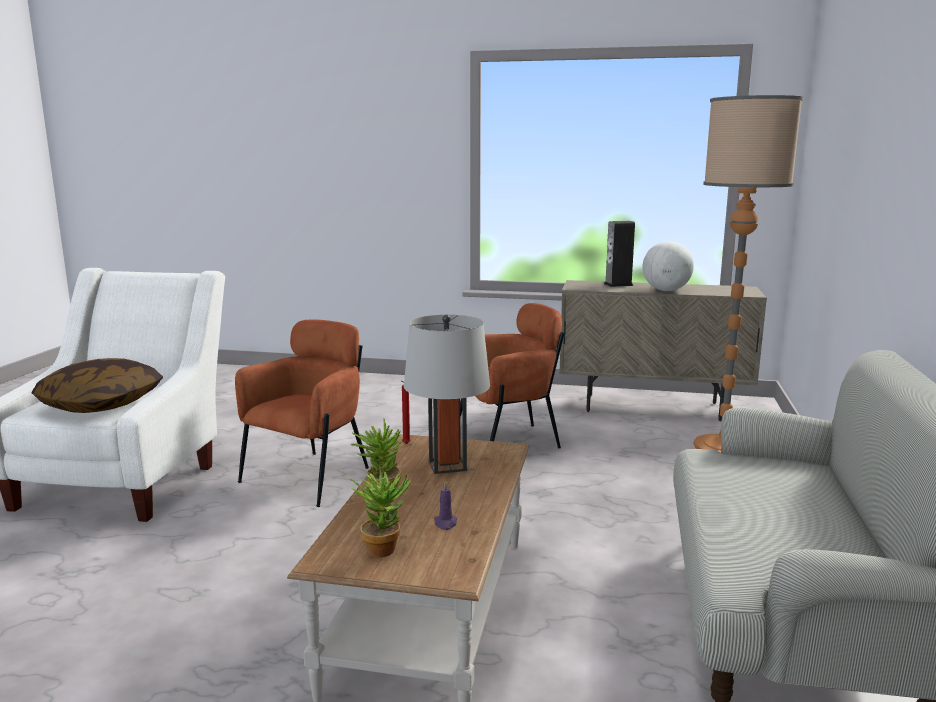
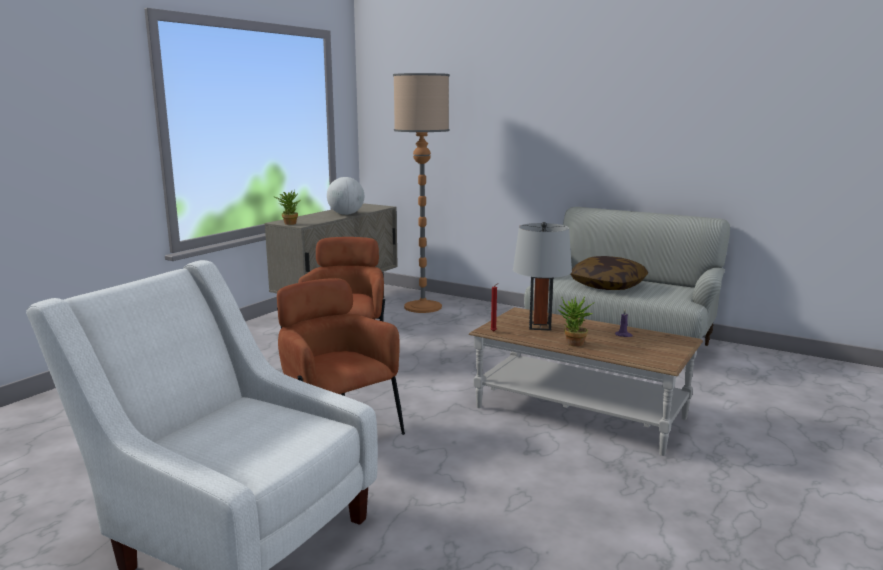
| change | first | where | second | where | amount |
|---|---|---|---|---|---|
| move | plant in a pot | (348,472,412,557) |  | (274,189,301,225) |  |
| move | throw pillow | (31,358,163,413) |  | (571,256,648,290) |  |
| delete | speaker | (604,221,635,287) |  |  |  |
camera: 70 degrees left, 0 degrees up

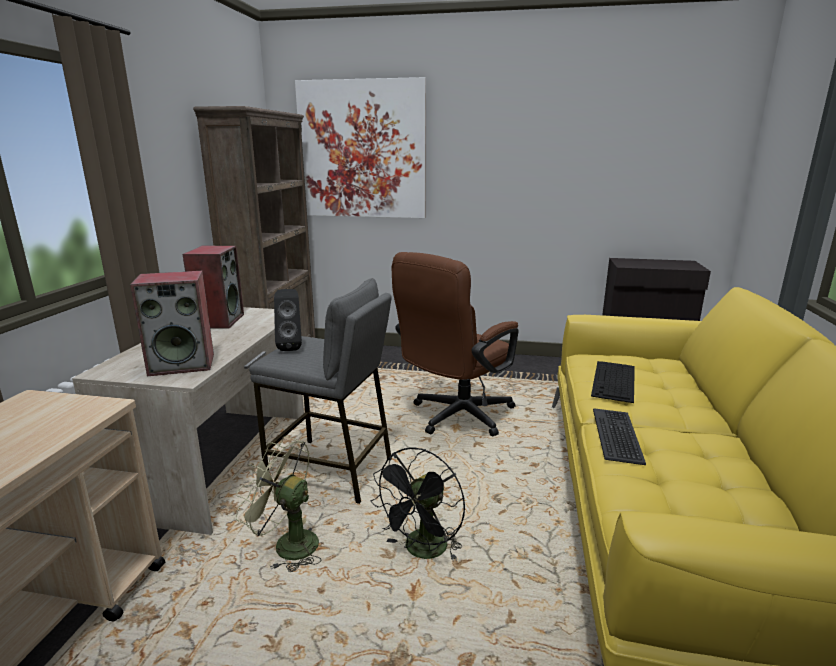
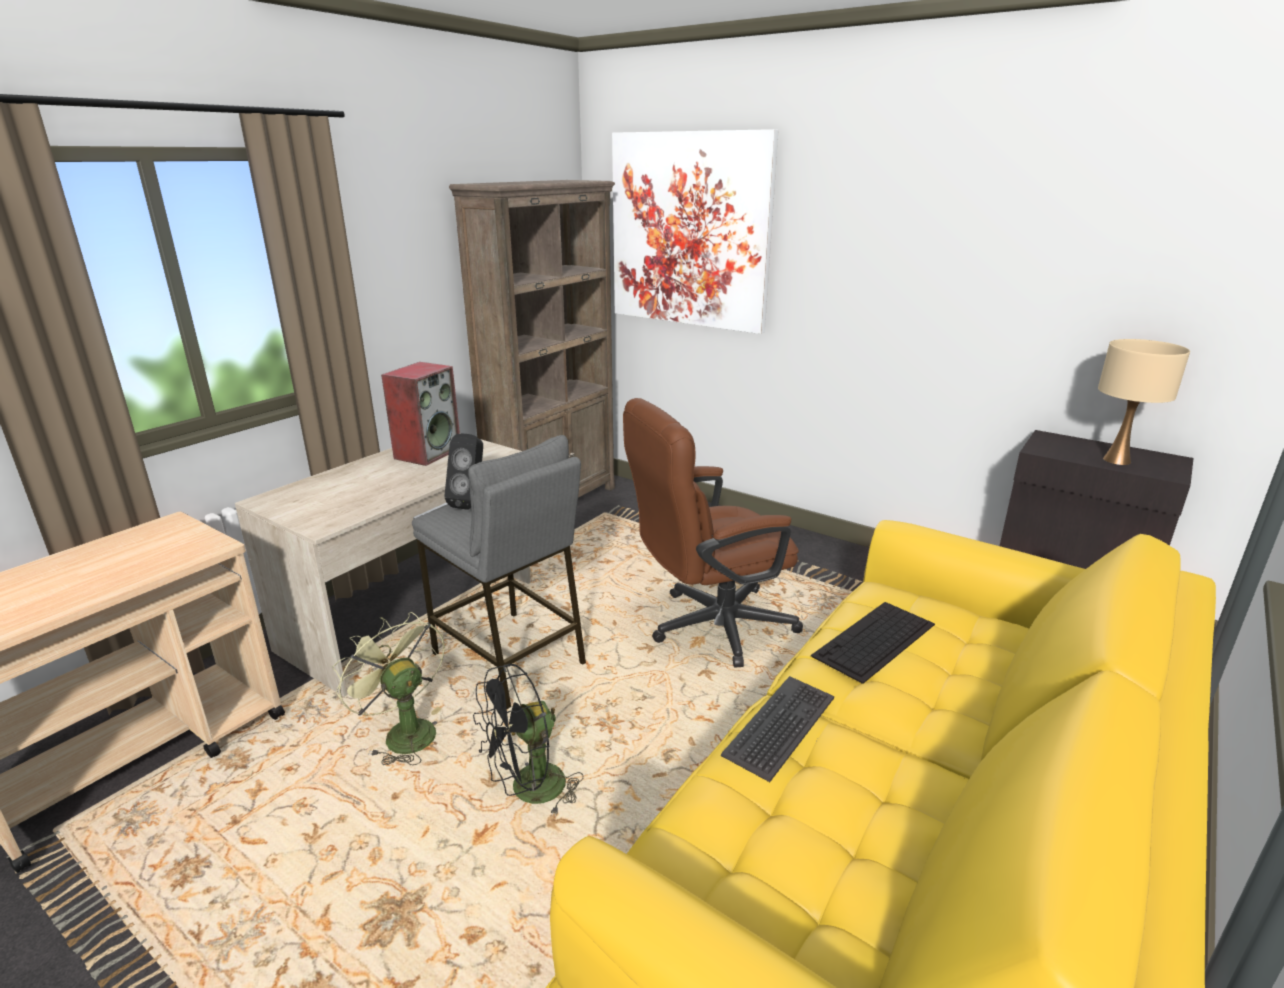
| change | first | where | second | where | amount |
|---|---|---|---|---|---|
| insert |  |  | beige tabletop lamp | (1098,339,1190,465) |  |
| delete | speaker | (130,271,214,377) |  |  |  |
camera: 25 degrees right, 5 degrees up

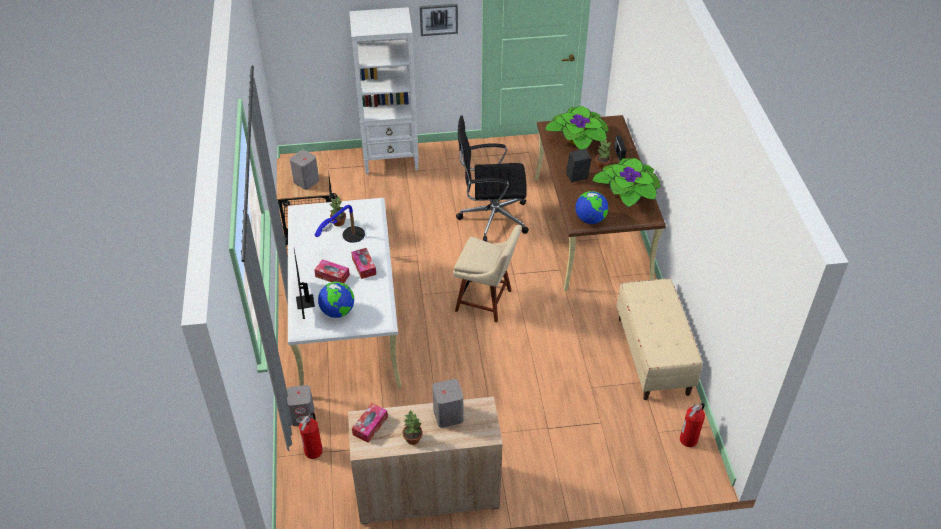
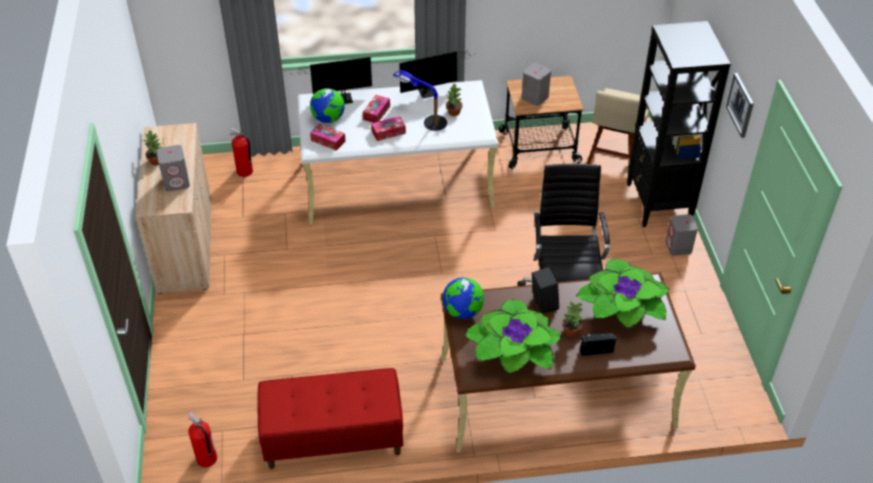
| change | first | where | second | where | amount |
|---|---|---|---|---|---|
| recolor | beige indoor bench | (617,279,702,400) | red-coloured indoor bench | (257,368,403,469) |  |
| move | tissue holder | (352,403,388,443) |  | (310,124,346,151) |  |
| insert |  |  | computer display | (399,51,474,99) |  |
| move | beige upright chair | (453,225,522,322) |  | (587,88,649,164) |  |
| recolor | whitish bookcase | (349,7,419,175) | black bookcase | (627,21,731,227) |  |
| move | grey speaker | (287,385,314,426) |  | (666,214,698,256) |  |
camera: 90 degrees right, 0 degrees up

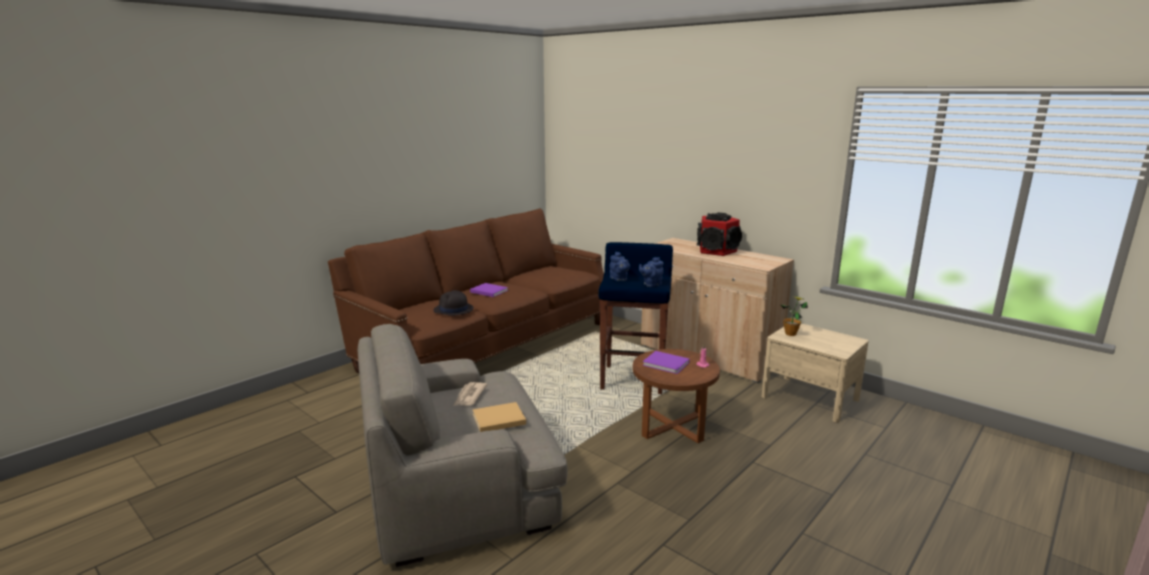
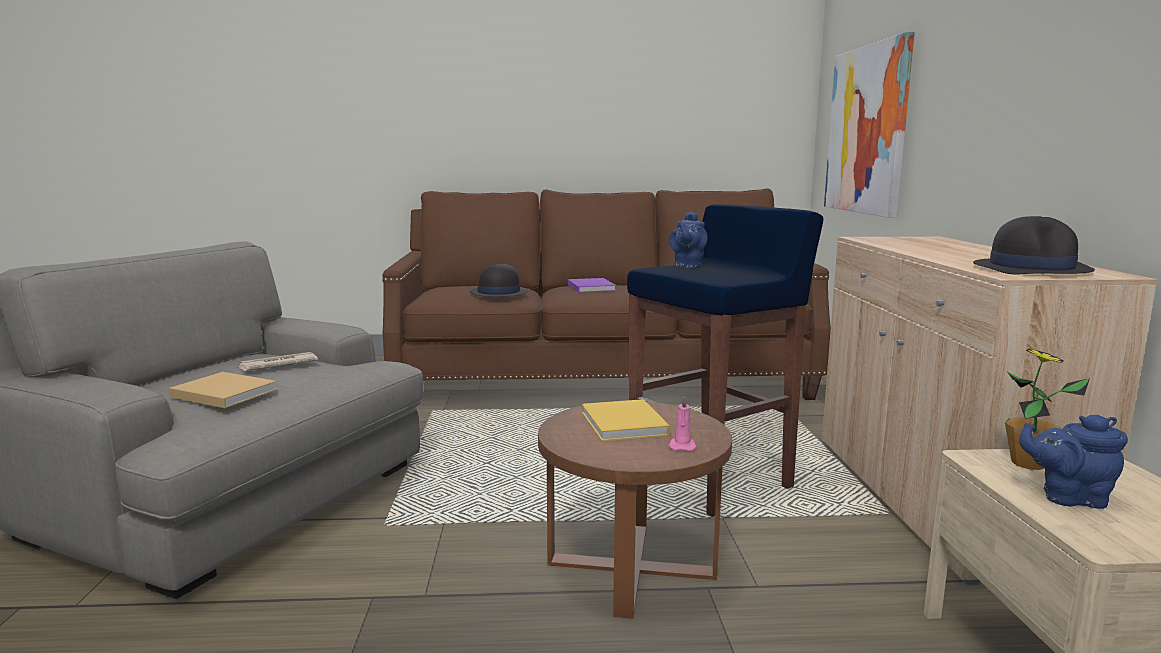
| change | first | where | second | where | amount |
|---|---|---|---|---|---|
| recolor | purple volume | (642,351,689,374) | yellow volume | (582,399,670,441) |  |
| insert |  |  | picture | (824,32,915,218) |  |
| insert |  |  | black clothing hat | (973,216,1095,275) |  |
| move | bluish pot for tea | (639,257,664,287) |  | (1019,415,1128,509) |  |
| delete | speaker | (697,213,742,256) |  |  |  |
camera: 45 degrees right, 5 degrees down

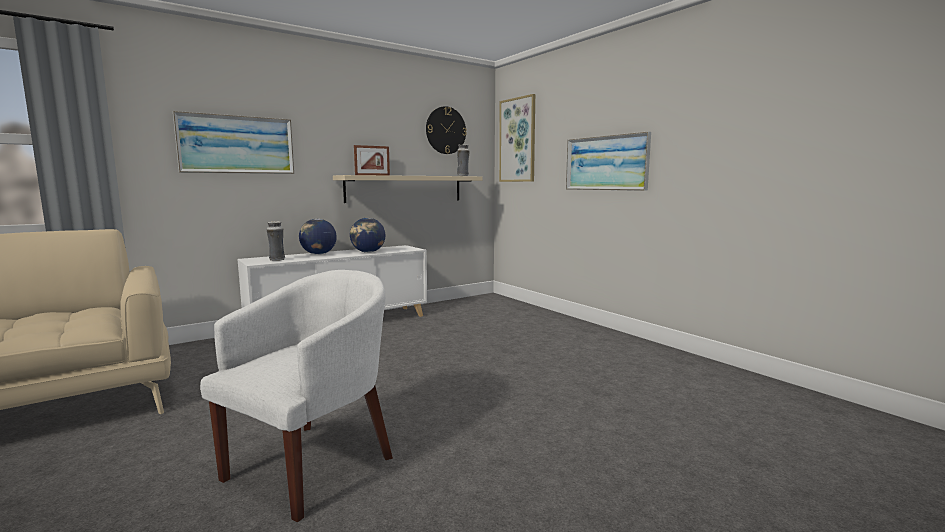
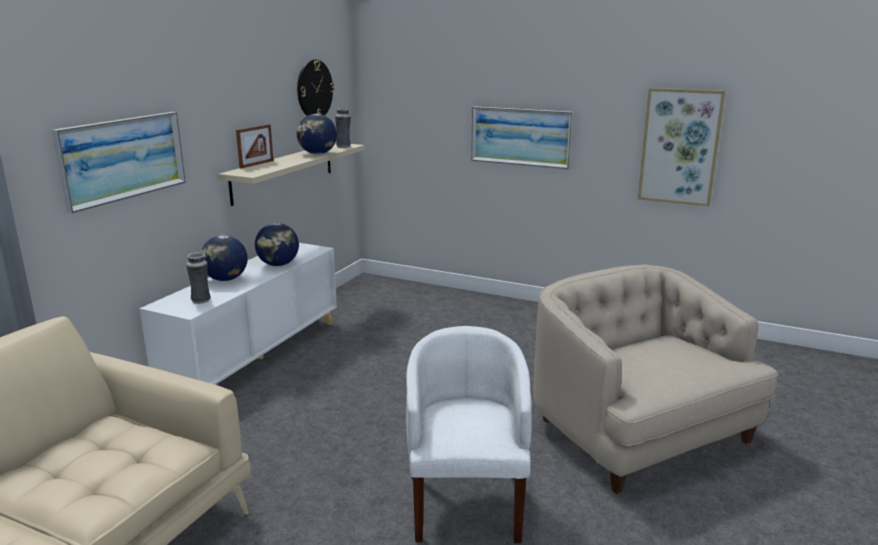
| change | first | where | second | where | amount |
|---|---|---|---|---|---|
| insert |  |  | world globe | (297,114,337,154) |  |
| insert |  |  | beige easy chair | (533,264,778,494) |  |
| move | picture | (499,94,535,182) |  | (638,88,725,206) |  |
camera: 30 degrees left, 10 degrees up

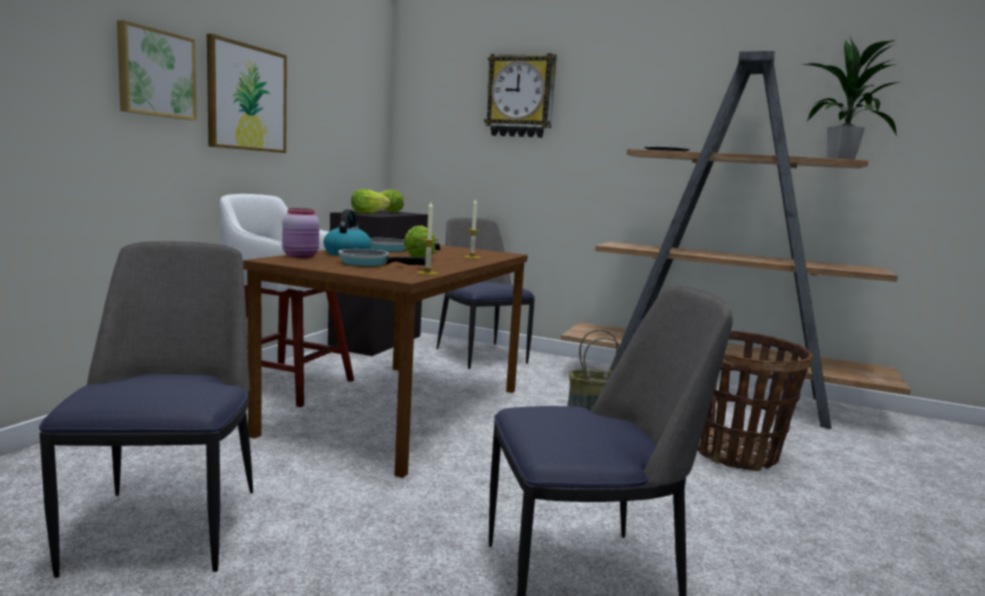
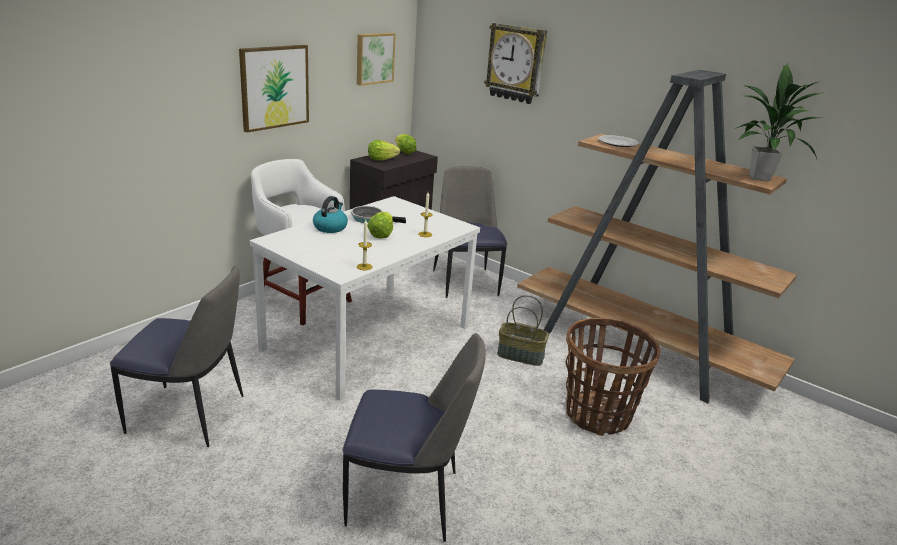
| change | first | where | second | where | amount |
|---|---|---|---|---|---|
| rotate | upright chair | (39,241,253,578) |  | (110,265,243,447) | 90 degrees clockwise |
| recolor | brown kitchen table | (243,245,528,478) | whitish kitchen table | (250,196,480,401) |  |
| move | picture | (117,20,197,120) |  | (357,33,396,86) |  |
| delete | pink-coloured preserve jar | (282,208,319,258) |  |  |  |
| delete | pan | (338,249,426,266) |  |  |  |
camera: 15 degrees right, 15 degrees up

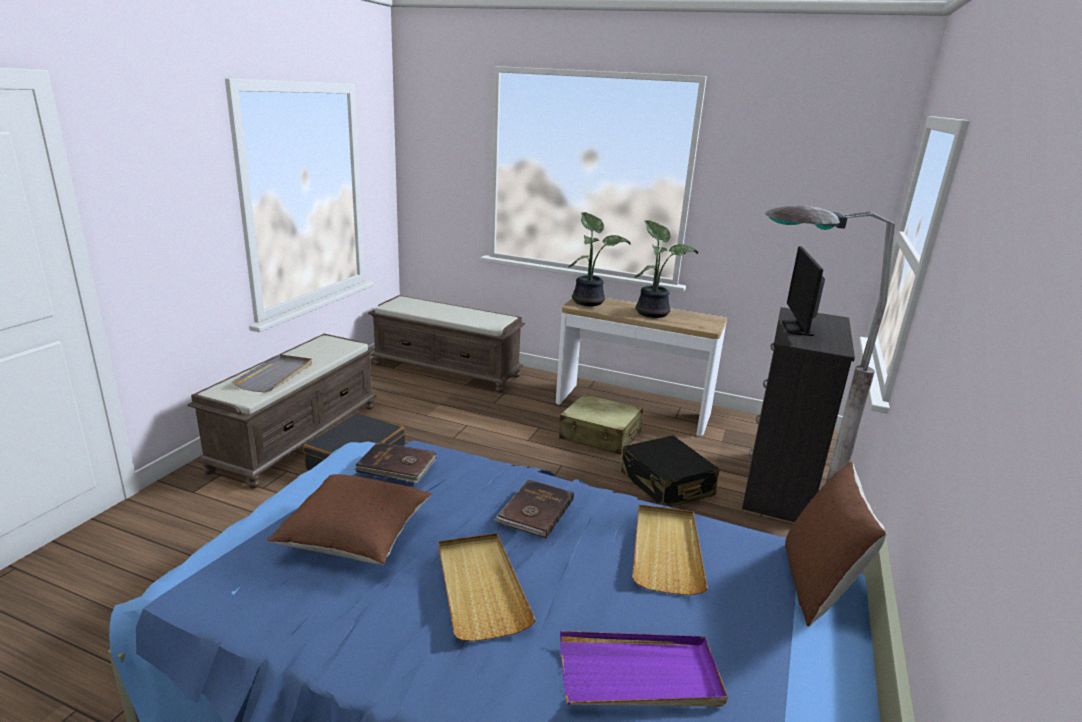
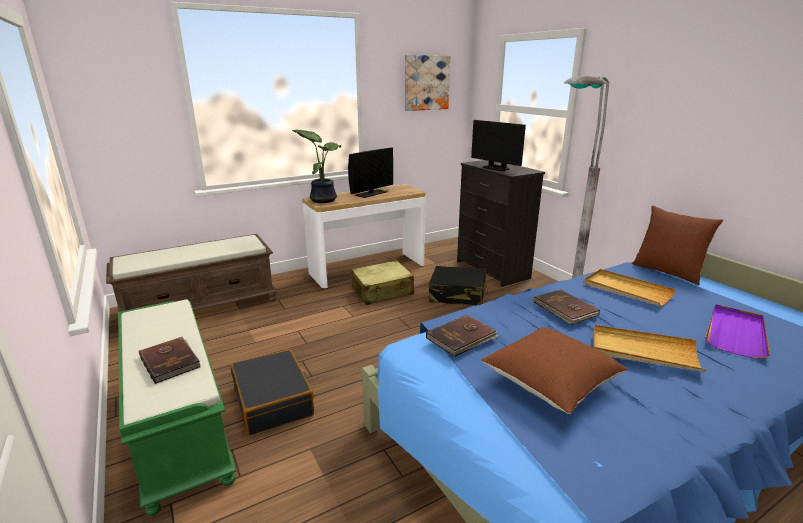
| change | first | where | second | where | amount |
|---|---|---|---|---|---|
| recolor | brown indoor bench | (188,334,377,489) | green indoor bench | (118,299,236,516) |  |
| replace | grey tray | (232,354,312,392) | brown volume | (139,337,201,384) |  |
| replace | plant in a pot | (635,220,698,318) | computer display | (348,147,393,198) |  |
| insert |  |  | picture | (405,55,451,111) |  |
camera: 50 degrees left, 0 degrees up

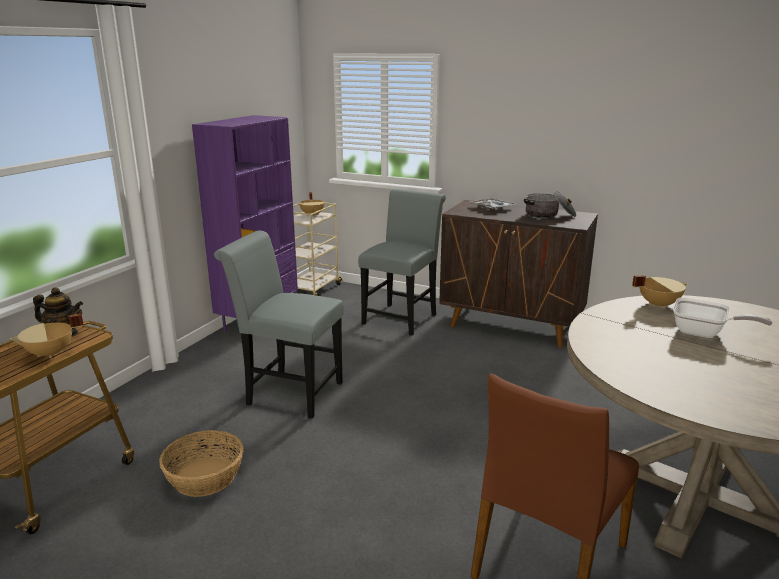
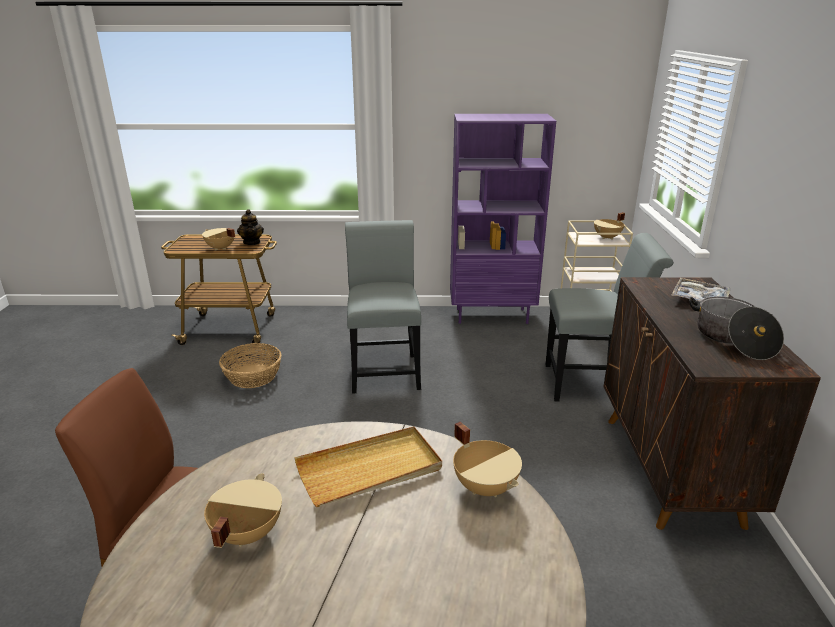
| change | first | where | second | where | amount |
|---|---|---|---|---|---|
| insert |  |  | beige saucepot | (204,473,282,548) |  |
| insert |  |  | beige tray | (294,426,442,507) |  |
| delete | pan | (673,297,772,338) |  |  |  |
camera: 65 degrees right, 5 degrees up

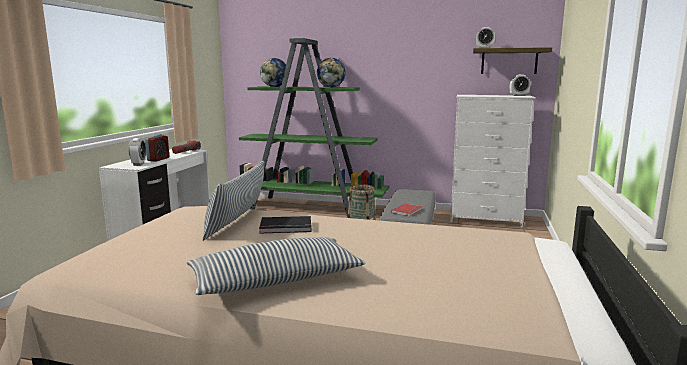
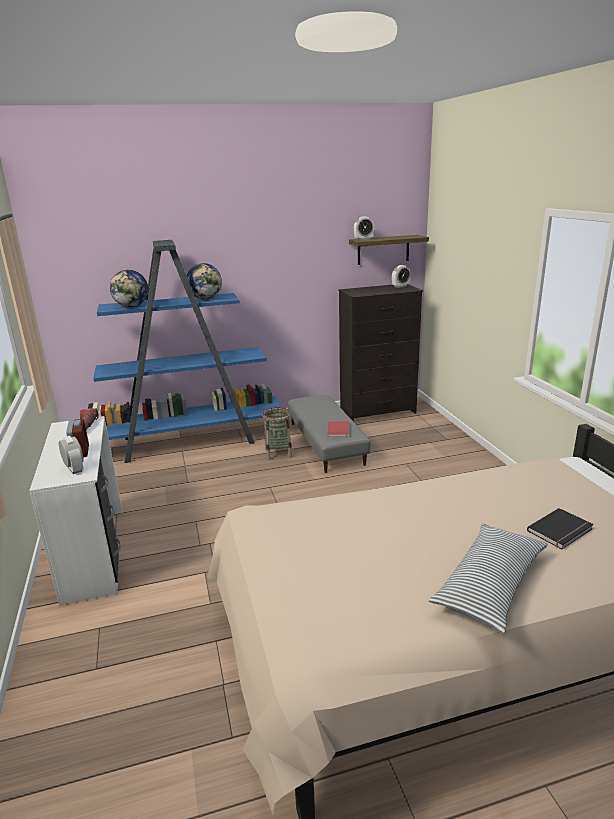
| change | first | where | second | where | amount |
|---|---|---|---|---|---|
| recolor | green bookcase | (239,38,389,217) | bluish bookcase | (88,240,281,463) |  |
| recolor | whitish dresser | (450,95,535,227) | black dresser | (338,284,423,422) |  |
| move | black volume | (259,216,312,234) |  | (527,508,593,549) |  |
| delete | throw pillow | (203,161,264,241) |  |  |  |
camera: 30 degrees left, 10 degrees up

